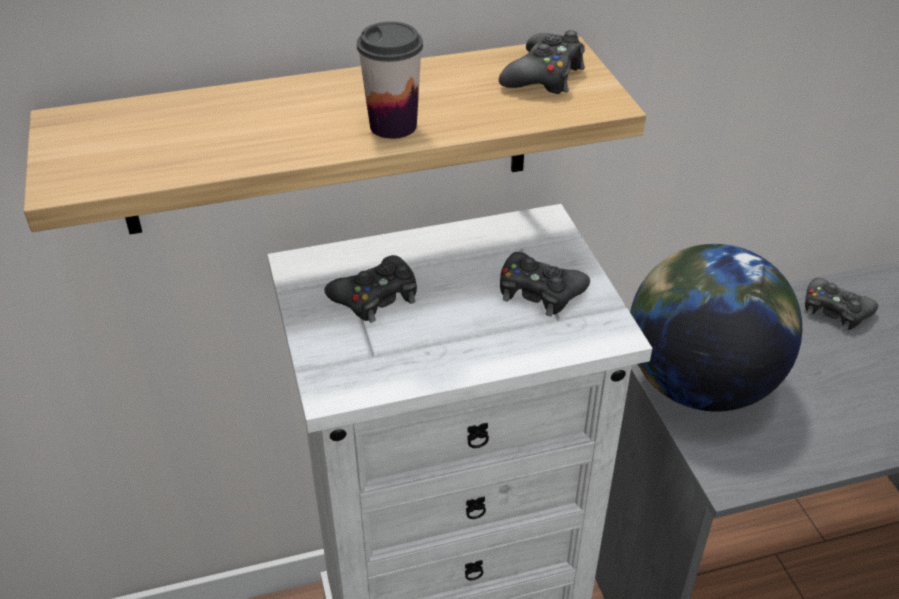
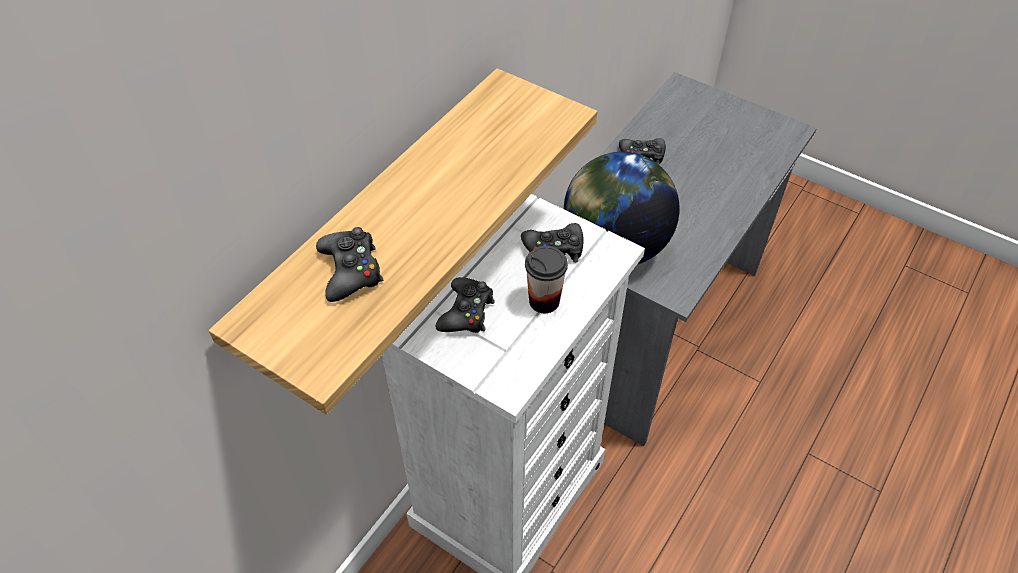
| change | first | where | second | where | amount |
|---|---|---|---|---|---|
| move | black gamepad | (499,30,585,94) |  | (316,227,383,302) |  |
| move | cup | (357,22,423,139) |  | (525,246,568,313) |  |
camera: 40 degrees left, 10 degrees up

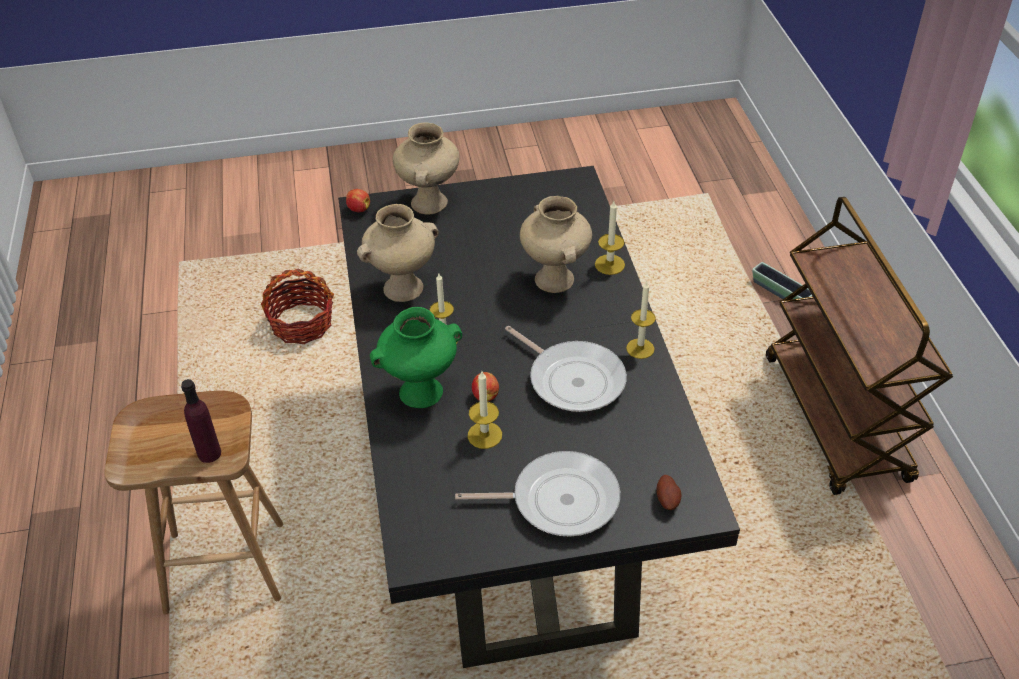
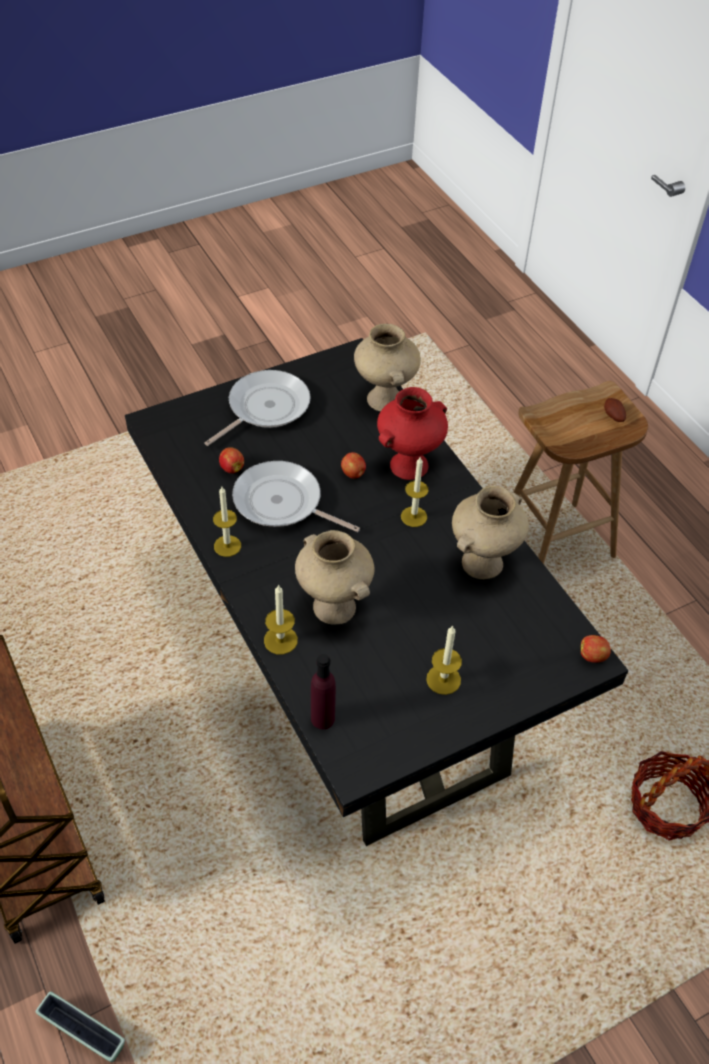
| change | first | where | second | where | amount |
|---|---|---|---|---|---|
| rotate | pan | (455,451,620,537) |  | (204,370,310,446) | 150 degrees clockwise |
| insert |  |  | apple | (219,447,244,474) |  |
| move | purple bottle | (181,379,221,463) |  | (311,654,336,729) |  |
| move | beige vase | (393,122,460,215) |  | (354,324,421,412) |  |
| recolor | green vase | (370,307,462,408) | red-coloured vase | (377,387,448,480) |  |
| move | candle | (468,371,502,449) |  | (426,625,462,695) |  |
| move | potato | (656,475,681,510) |  | (604,398,626,422) |  |
camera: 160 degrees right, 5 degrees up

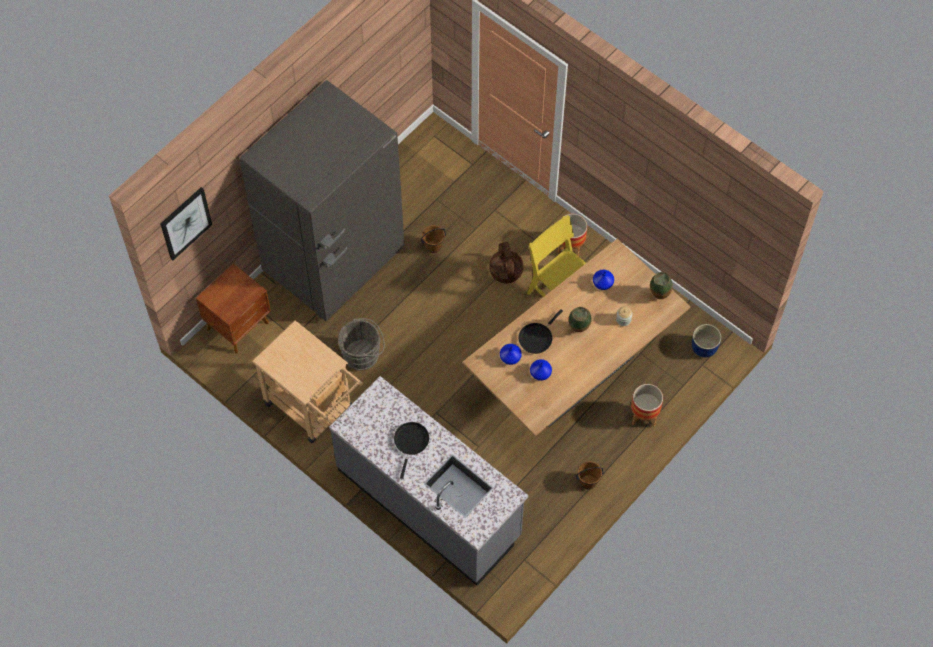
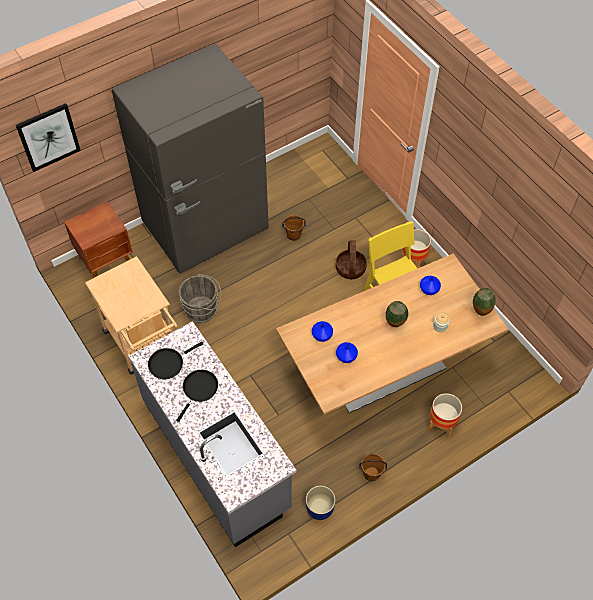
| change | first | where | second | where | amount |
|---|---|---|---|---|---|
| move | black pan | (518,309,563,354) |  | (148,341,203,379) |  |
| move | bluish plant pot | (692,324,721,358) |  | (306,485,336,520) |  |
camera: 15 degrees right, 5 degrees down

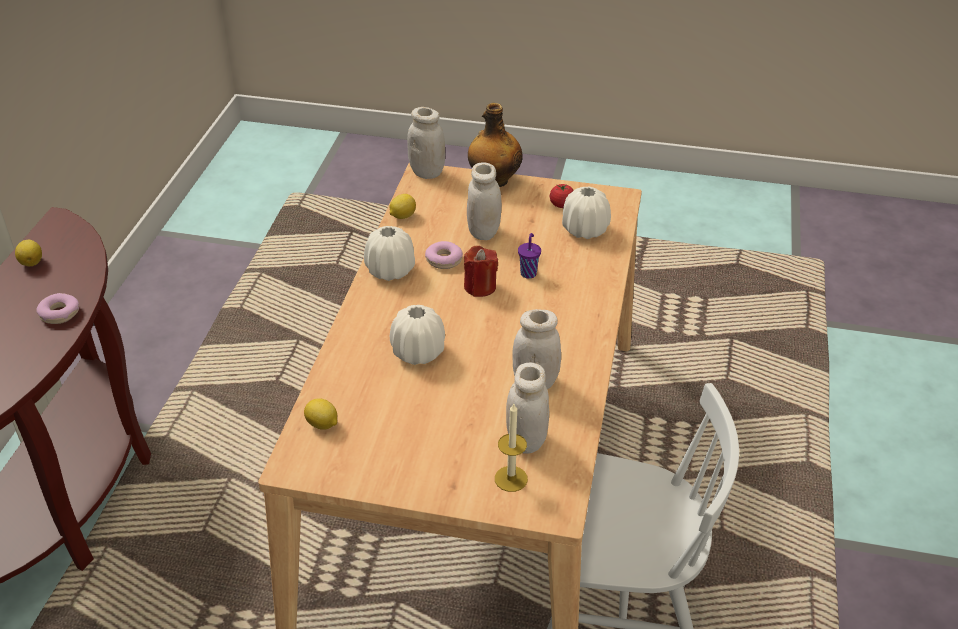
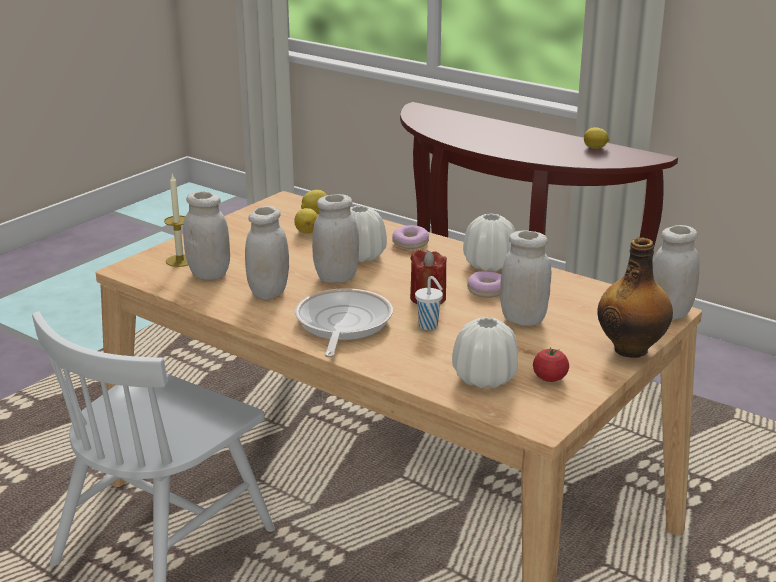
| change | first | where | second | where | amount |
|---|---|---|---|---|---|
| move | lemon | (390,194,416,219) |  | (294,208,318,234) |  |
| insert |  |  | pan | (295,288,393,358) |  |
| insert |  |  | whitish preserve jar | (312,194,359,283) |  |
| move | doughnut | (36,293,79,324) |  | (392,225,429,249) |  |
| recolor | purple cup | (518,233,541,279) | whitish cup | (415,276,443,330) |  |
camera: 115 degrees right, 15 degrees down

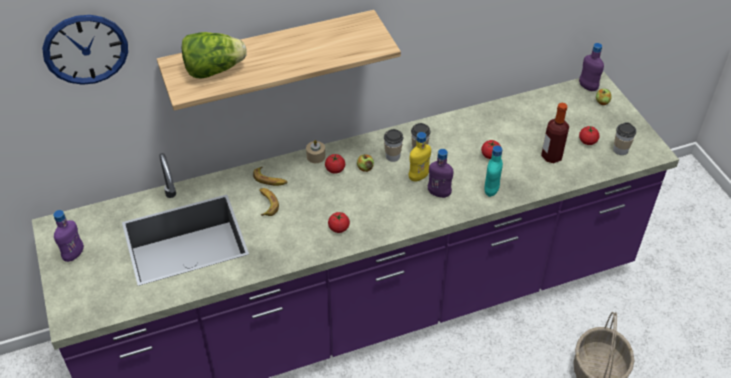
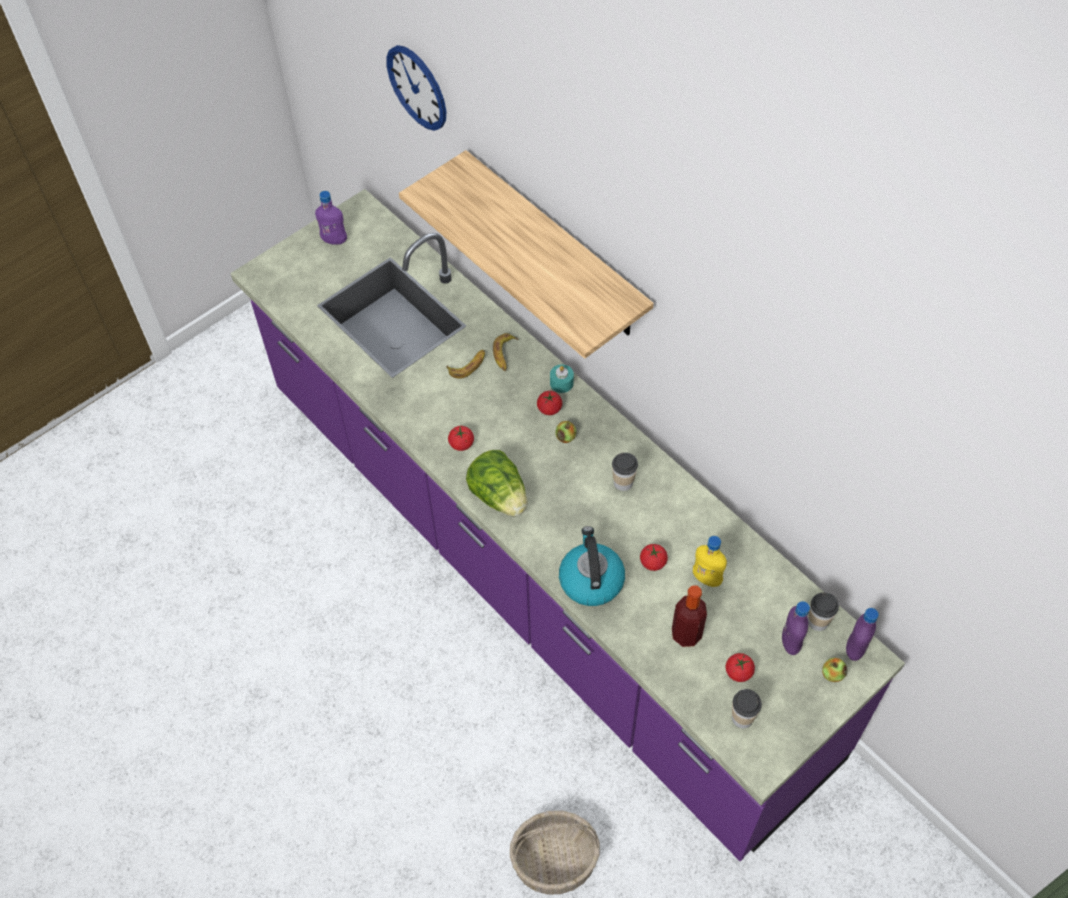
| change | first | where | second | where | amount |
|---|---|---|---|---|---|
| move | lettuce head | (181,32,246,79) |  | (466,450,527,516) |  |
| recolor | beige candle | (306,140,325,163) | turquoise candle | (550,364,574,393) |  |
| replace | turquoise bottle | (484,145,503,197) | kettle | (559,526,625,606) |  |
| move | yellow bottle | (409,132,431,182) |  | (693,536,727,587) |  |
| move | purple bottle | (428,149,454,198) |  | (782,601,810,655) |  |
| move | cup | (384,129,403,162) |  | (808,592,839,631) |  |
camera: 70 degrees right, 10 degrees up

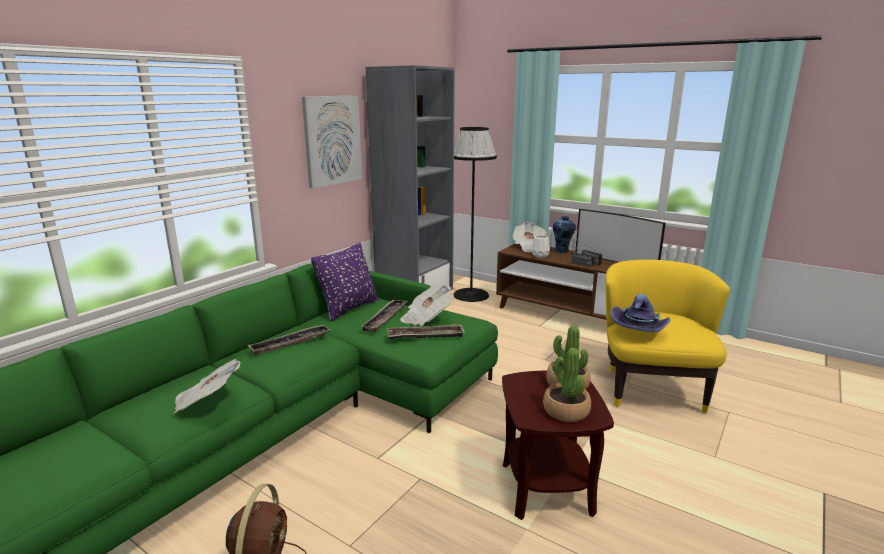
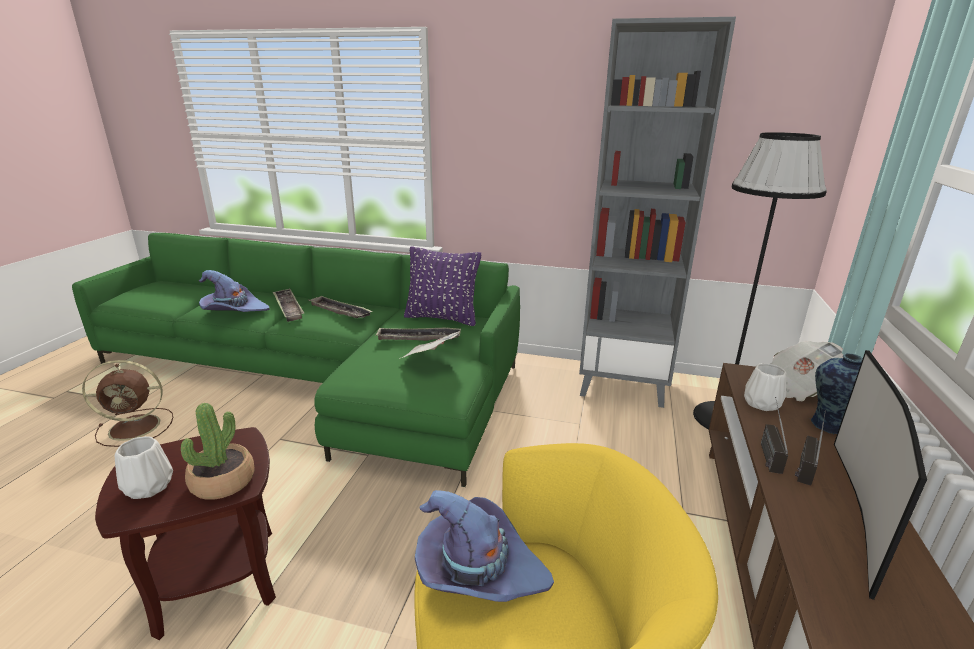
| change | first | where | second | where | amount |
|---|---|---|---|---|---|
| replace | plant in a pot | (543,348,591,422) | whitish vase | (115,436,173,499) |  |
| replace | newspaper | (174,359,241,413) | purple clothing hat | (199,270,269,312) |  |
| move | tray | (387,324,465,339) |  | (273,289,304,322) |  |
| delete | picture | (302,96,362,189) |  |  |  |
camera: 70 degrees right, 5 degrees up

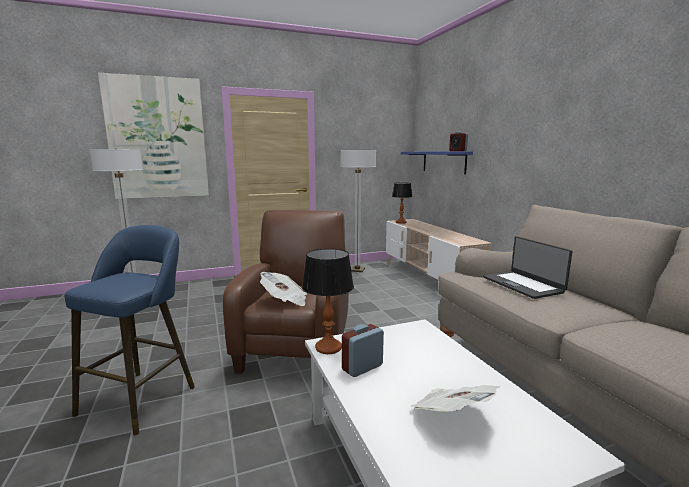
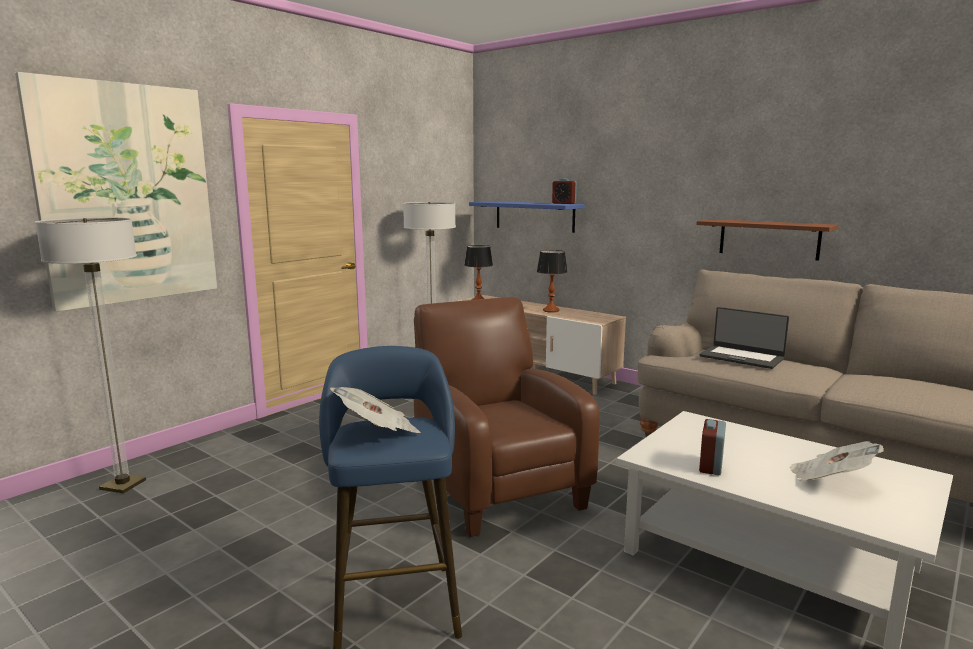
| change | first | where | second | where | amount |
|---|---|---|---|---|---|
| move | newspaper | (260,272,307,306) |  | (330,387,421,433) |  |
| move | tabletop lamp | (302,248,354,354) |  | (537,250,567,313) |  |
| insert |  |  | brown shelf | (696,219,839,261) |  |
camera: 30 degrees left, 0 degrees up

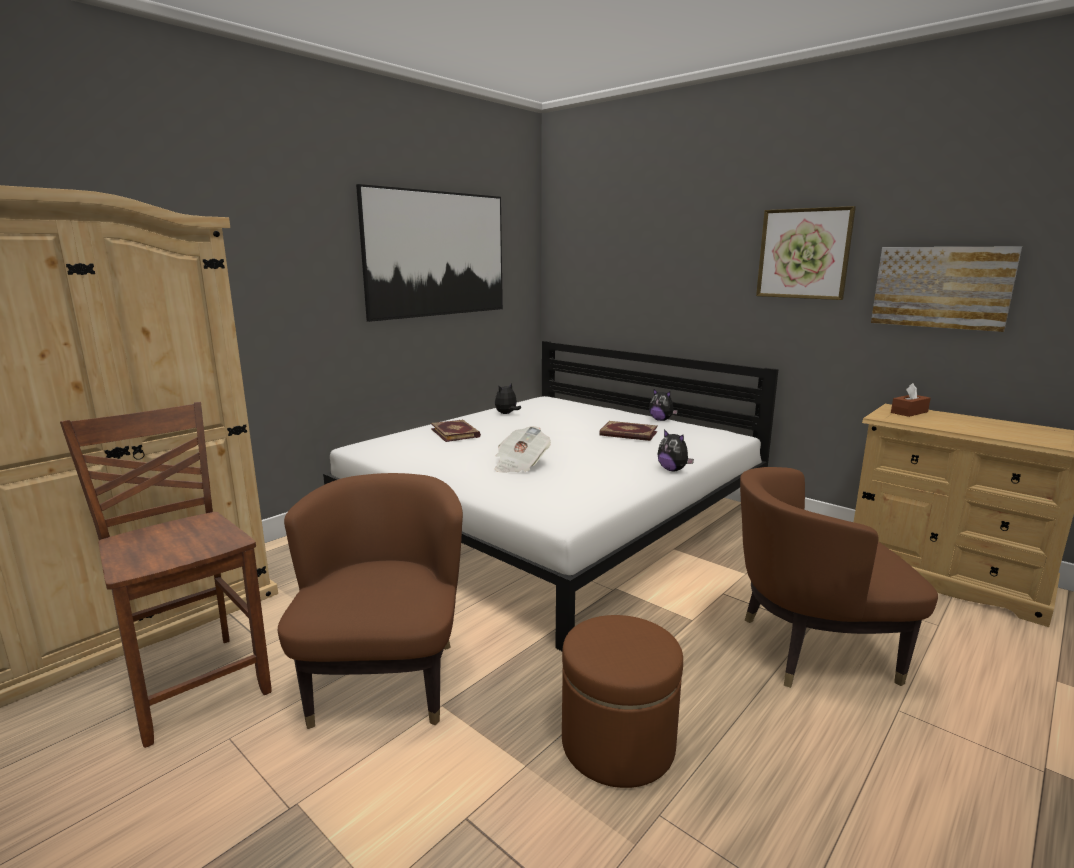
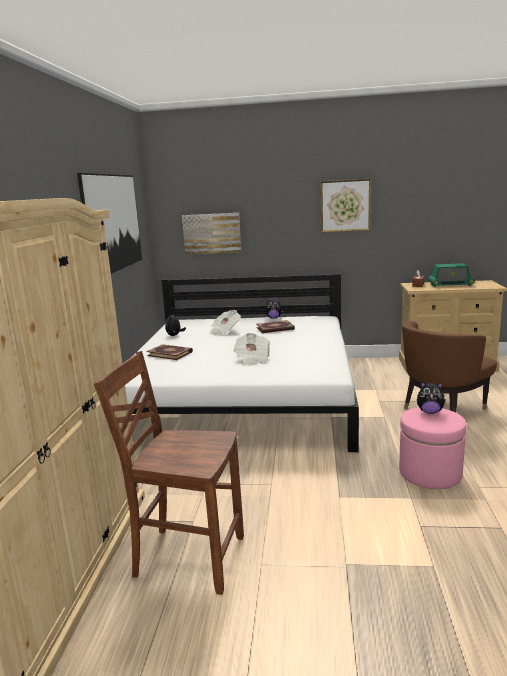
| change | first | where | second | where | amount |
|---|---|---|---|---|---|
| move | picture | (871,247,1022,332) |  | (182,213,241,254) |  |
| insert |  |  | newspaper | (209,310,241,335) |  |
| recolor | brown footrest | (562,615,683,788) | pink-coloured footrest | (399,407,467,489) |  |
| move | cuddly toy | (658,429,694,471) |  | (417,381,446,414) |  |
| insert |  |  | radio set | (428,263,475,287) |  |
| delete | brown easy chair | (278,473,463,729) |  |  |  |
camera: 35 degrees left, 0 degrees up

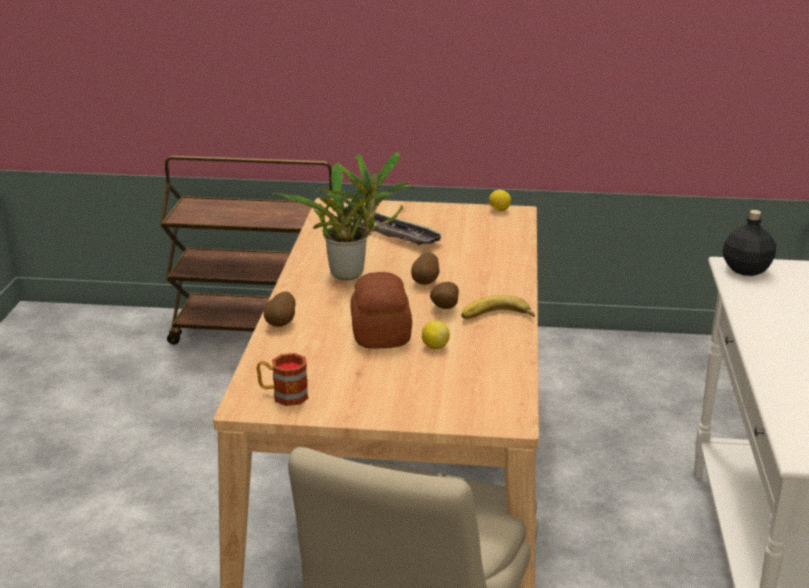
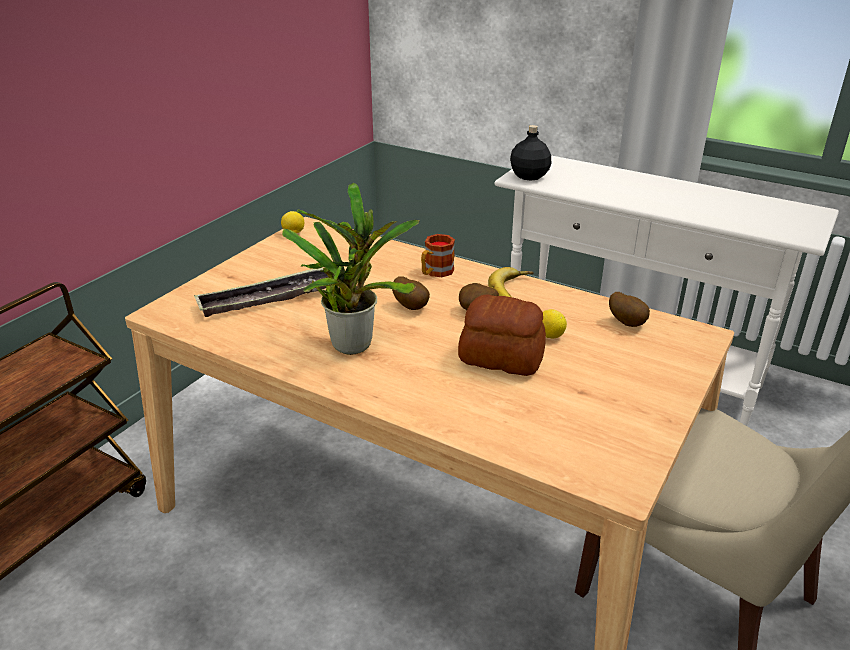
| change | first | where | second | where | amount |
|---|---|---|---|---|---|
| move | tea mug | (256,353,309,406) |  | (421,234,455,277) |  |
| move | potato | (264,291,295,327) |  | (609,292,650,327) |  |
camera: 65 degrees left, 5 degrees up

